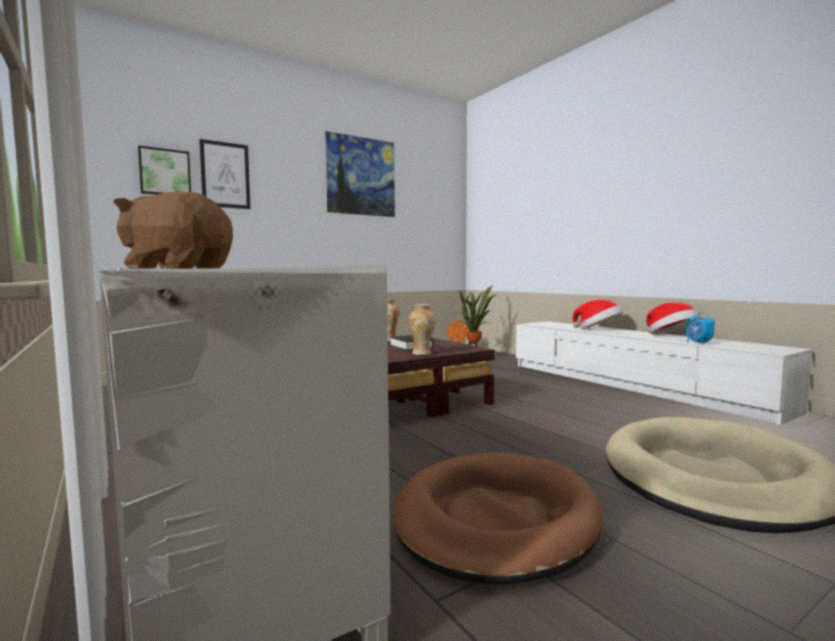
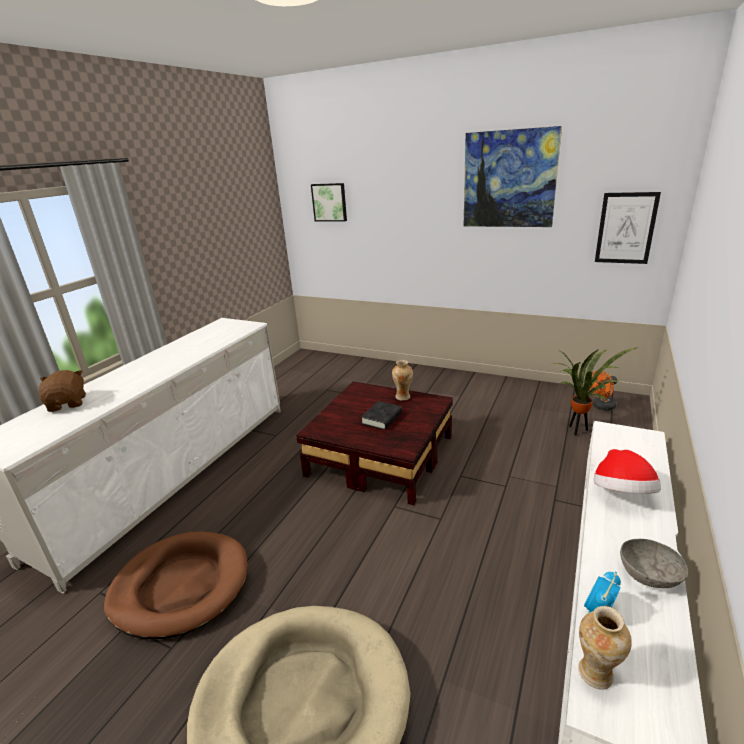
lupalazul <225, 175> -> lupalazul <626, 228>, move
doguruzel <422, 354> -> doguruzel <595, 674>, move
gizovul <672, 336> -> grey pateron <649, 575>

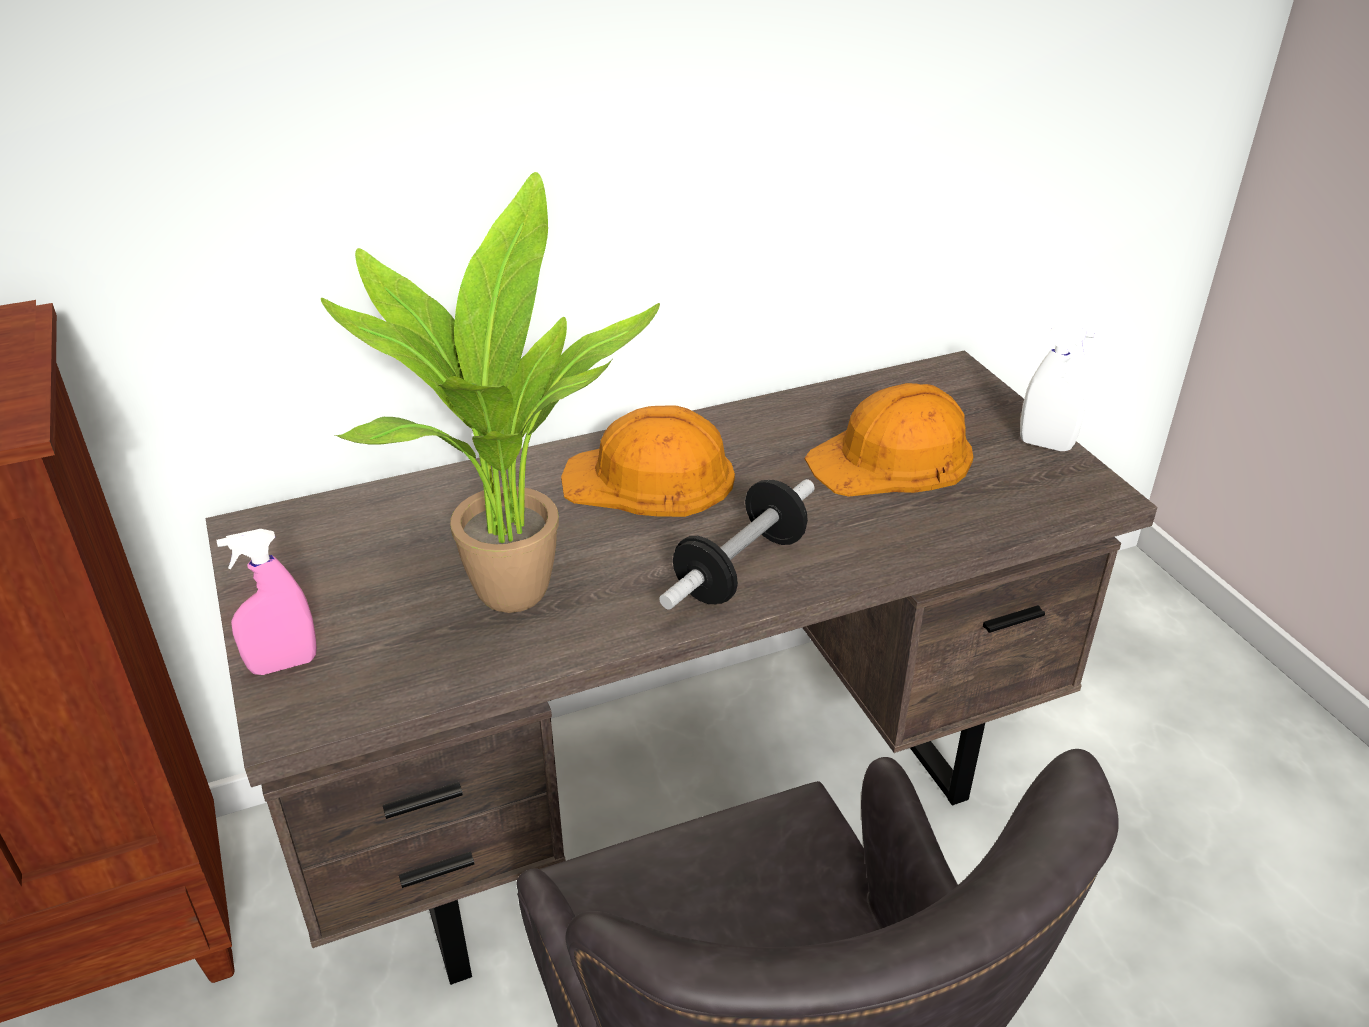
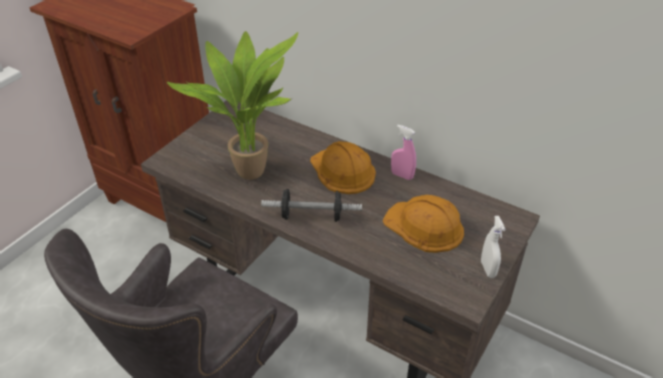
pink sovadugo <283, 664> -> pink sovadugo <402, 175>, move

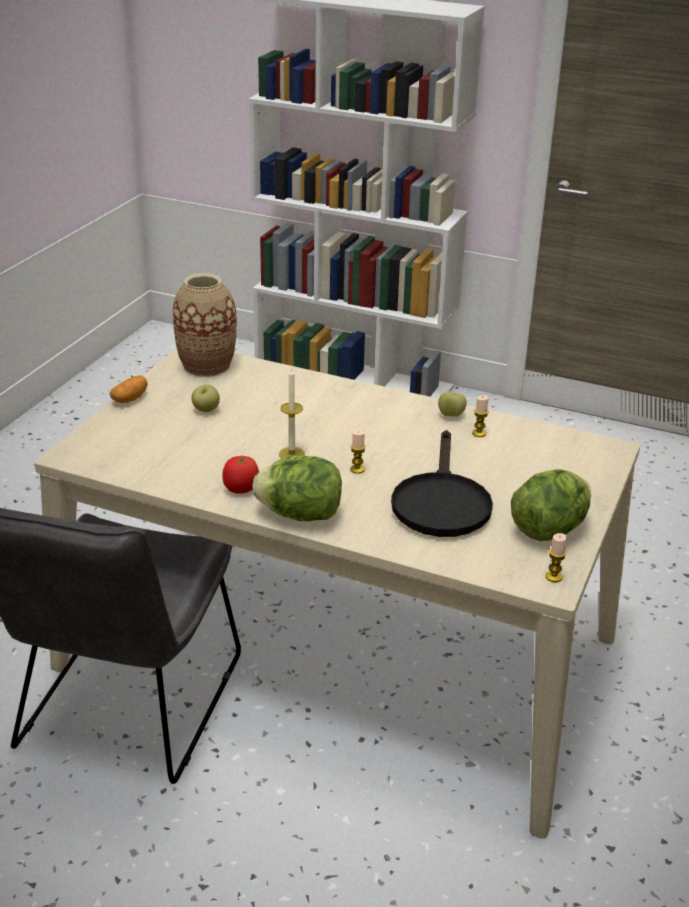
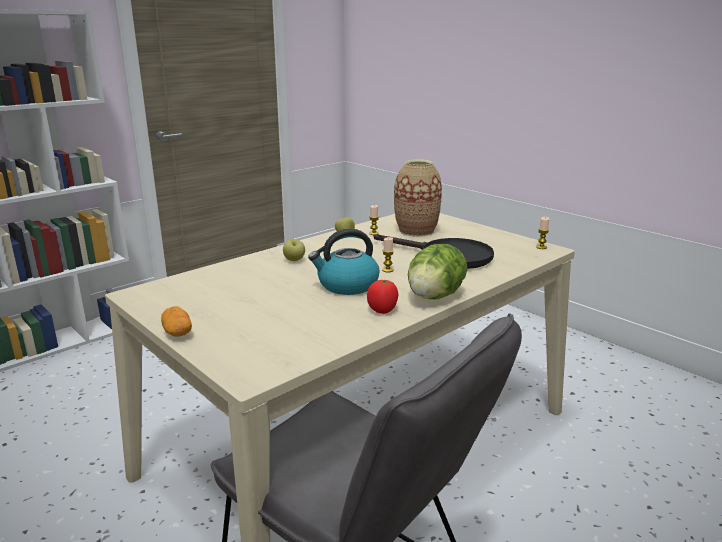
doguruzel <206, 365> -> doguruzel <416, 231>, move
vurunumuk <206, 410> -> vurunumuk <294, 260>, move
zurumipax <291, 454> -> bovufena <347, 285>
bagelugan <549, 530> -> none

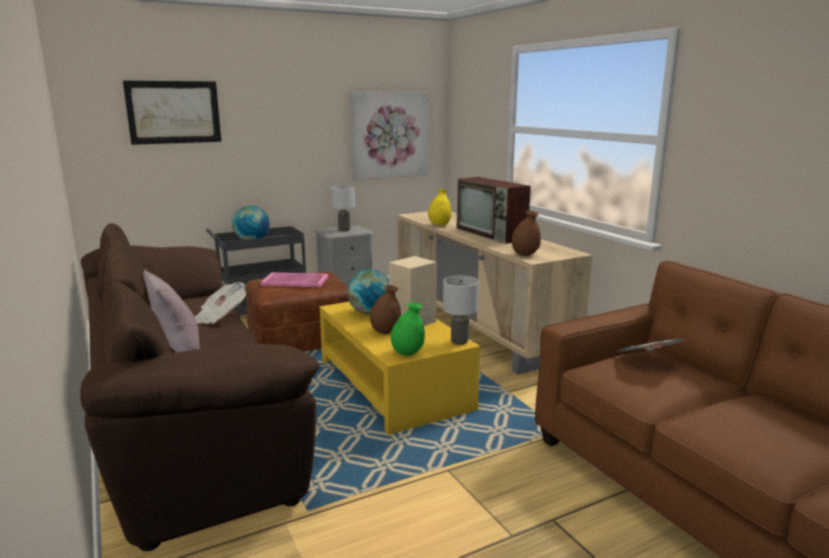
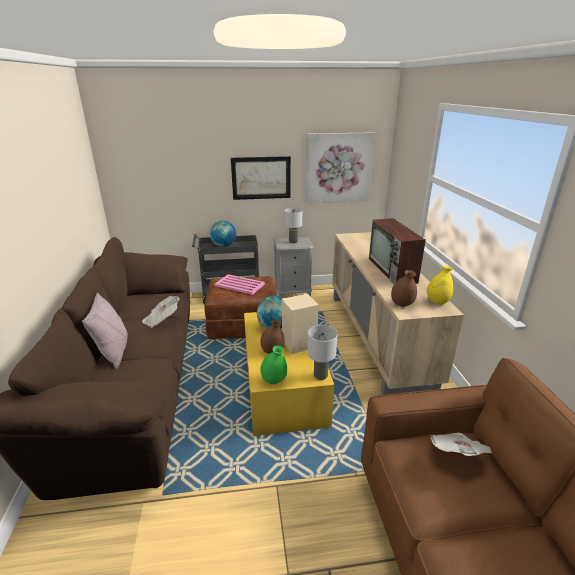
lupalazul <174, 112> -> lupalazul <261, 178>, move
yellow doguruzel <439, 225> -> yellow doguruzel <437, 302>, move

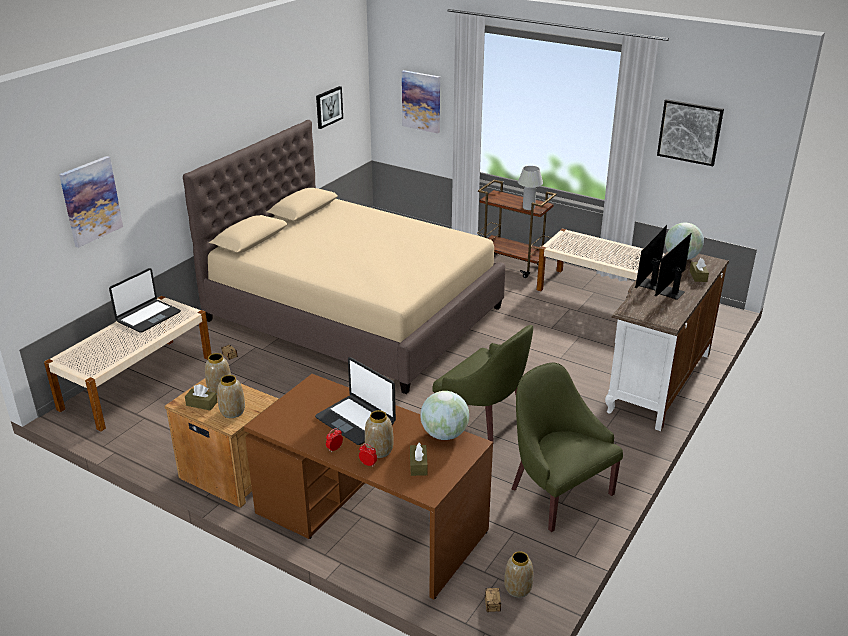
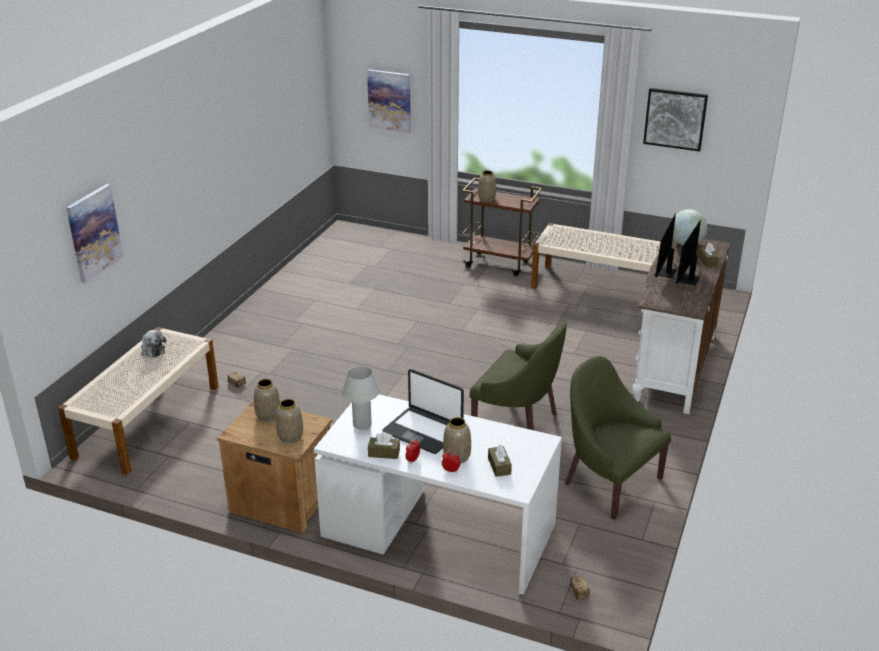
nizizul <148, 316> -> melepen <152, 350>
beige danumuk <354, 313> -> none
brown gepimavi <201, 404> -> brown gepimavi <384, 453>, move
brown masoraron <370, 523> -> white masoraron <438, 532>
lupalazul <328, 107> -> none
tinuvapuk <444, 434> -> none
doguruzel <518, 589> -> doguruzel <487, 198>, move
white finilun <528, 208> -> white finilun <362, 424>, move

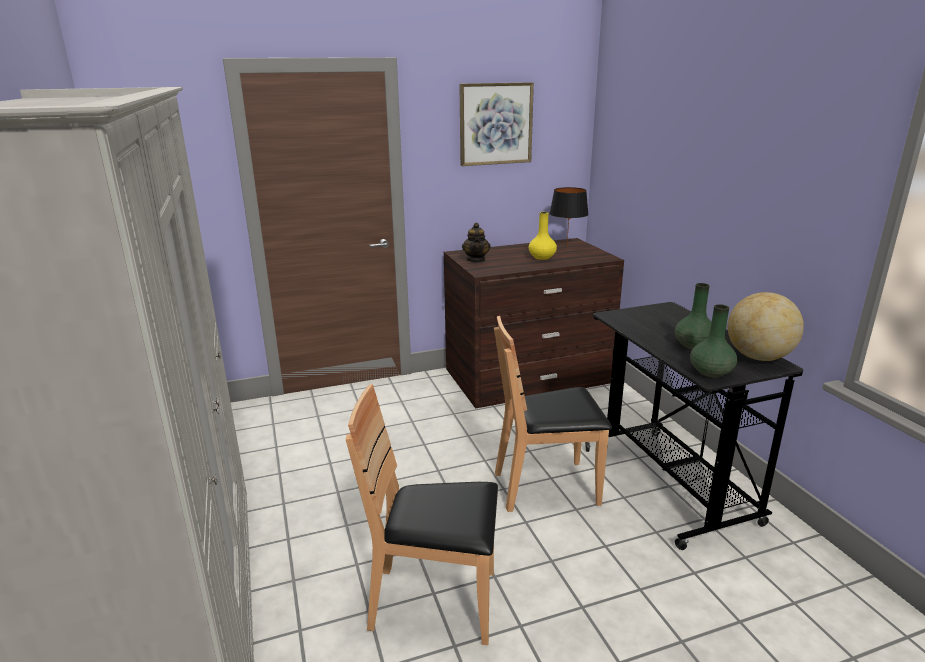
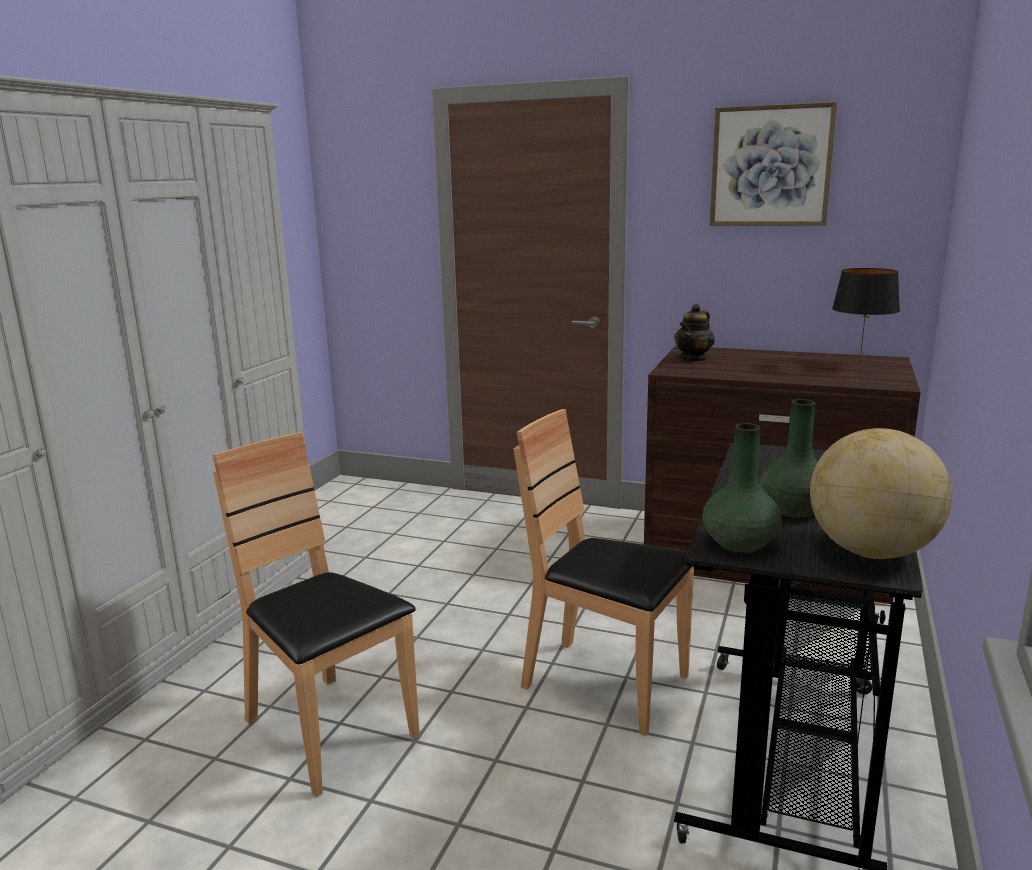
yellow doguruzel <542, 257> -> none

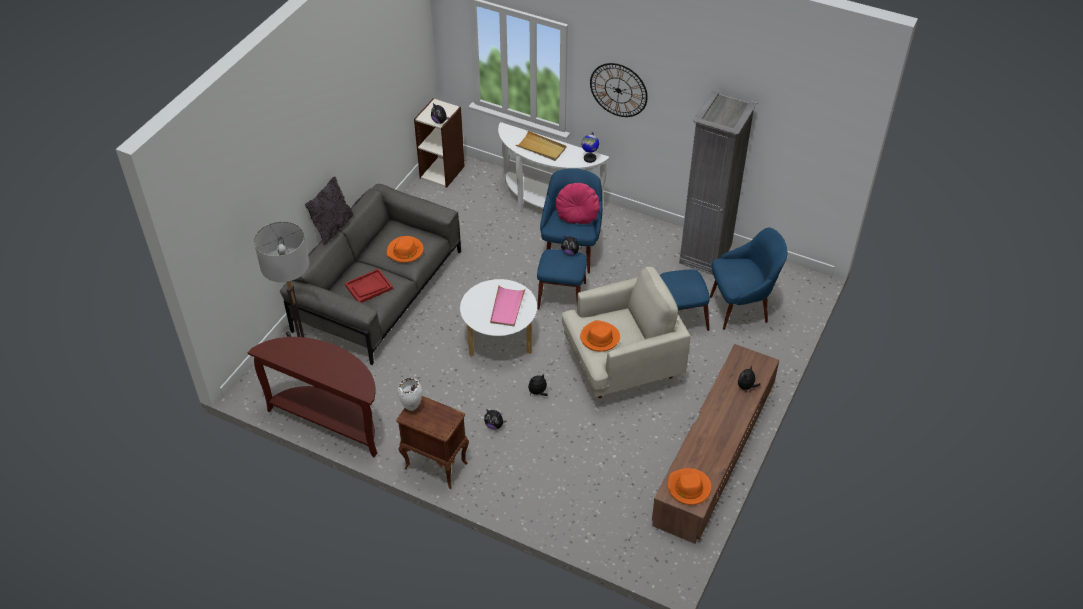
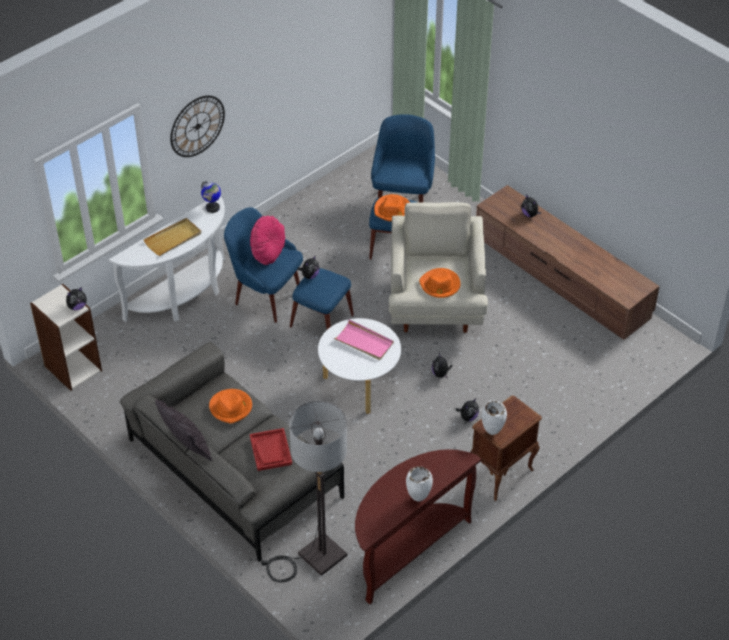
orange gizovul <688, 488> -> orange gizovul <393, 210>, move
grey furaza <705, 255> -> none
none -> white doguruzel <418, 499>

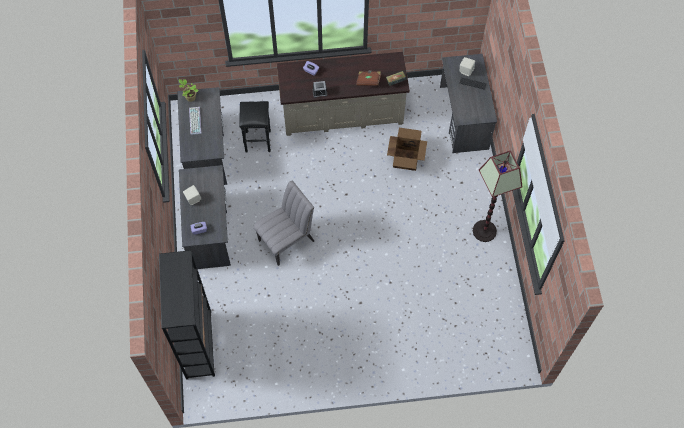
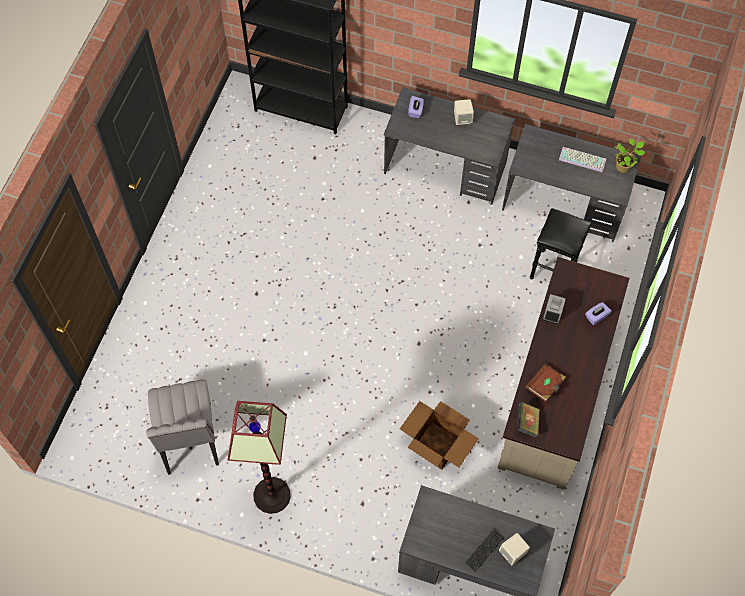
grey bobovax <286, 241> -> grey bobovax <188, 437>, move

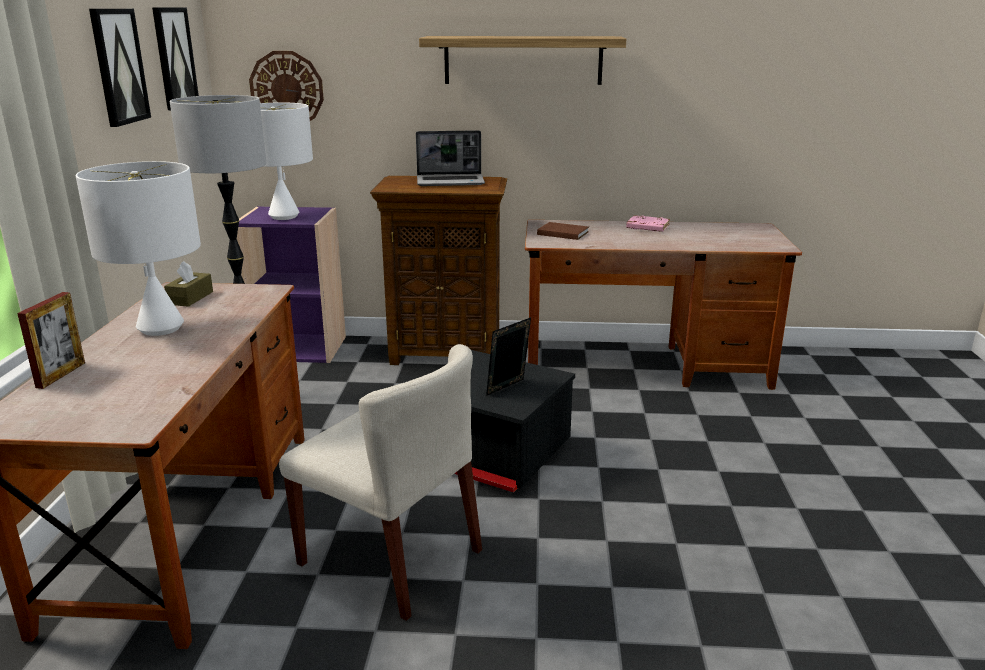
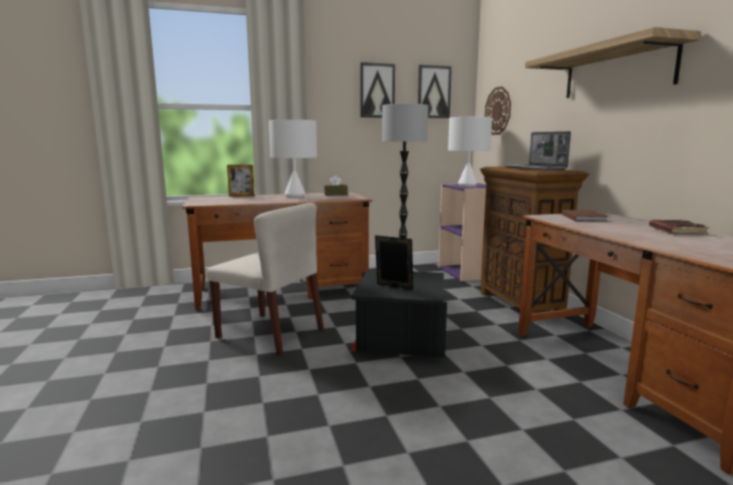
beige bobovax <392, 557> -> beige bobovax <271, 333>, 75 degrees counterclockwise
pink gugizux <647, 227> -> brown gugizux <675, 231>

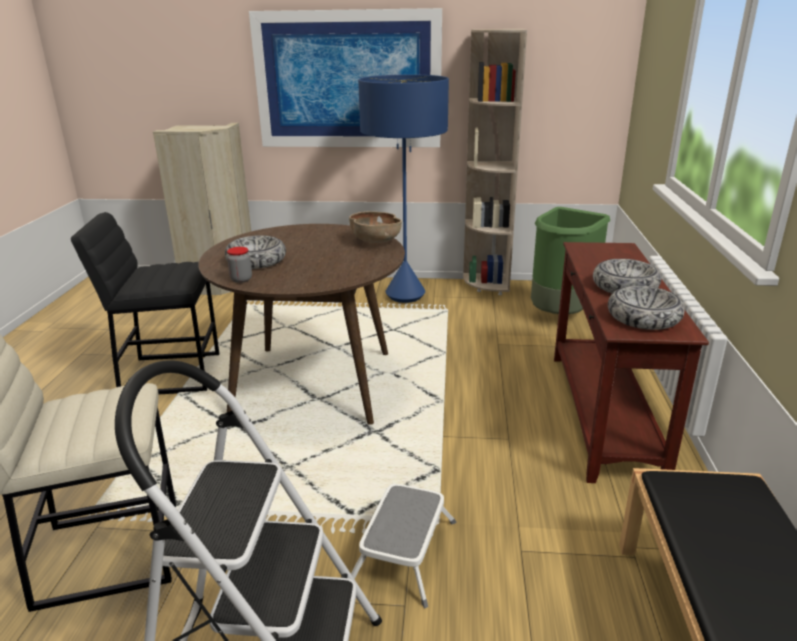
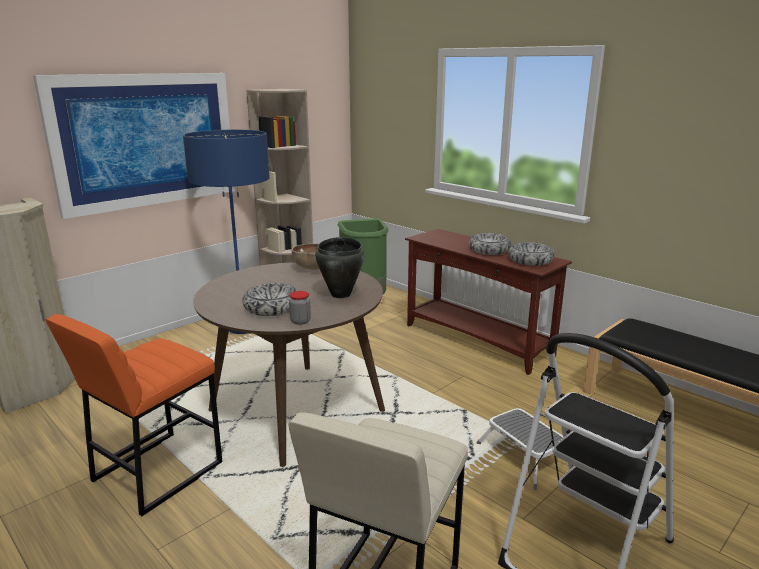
black bobovax <168, 374> -> orange bobovax <155, 473>
none -> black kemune <341, 294>

